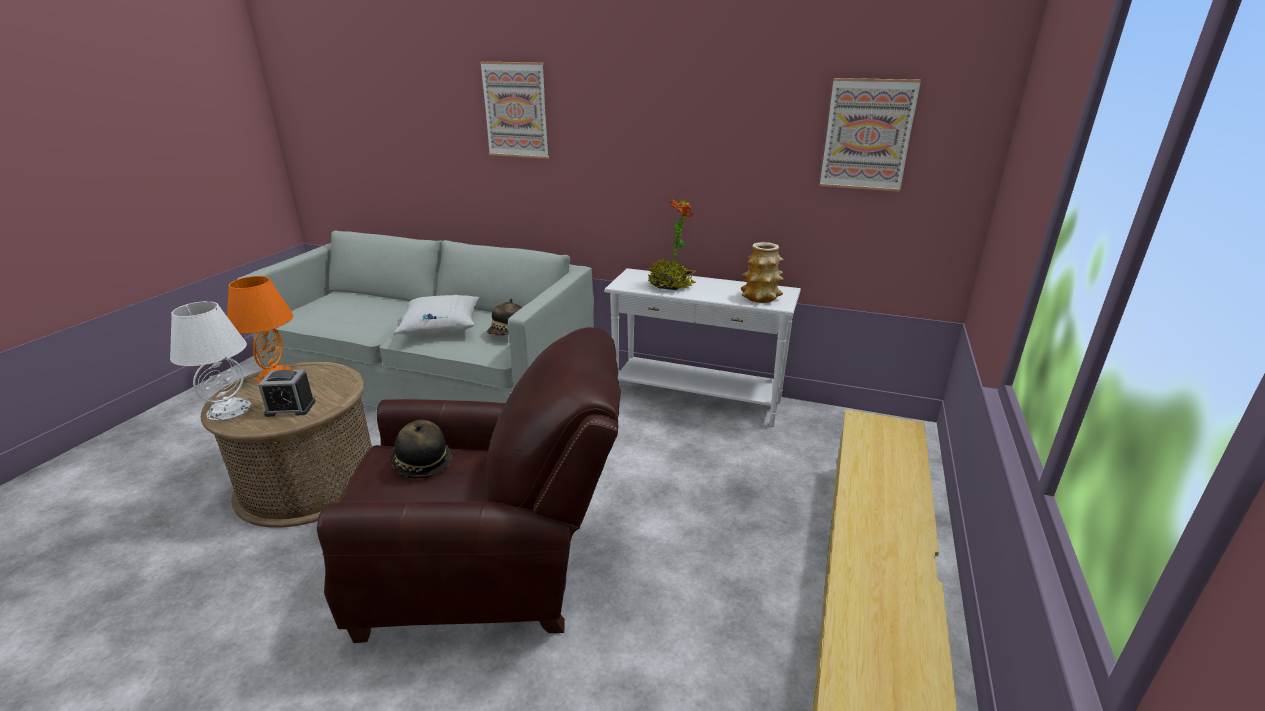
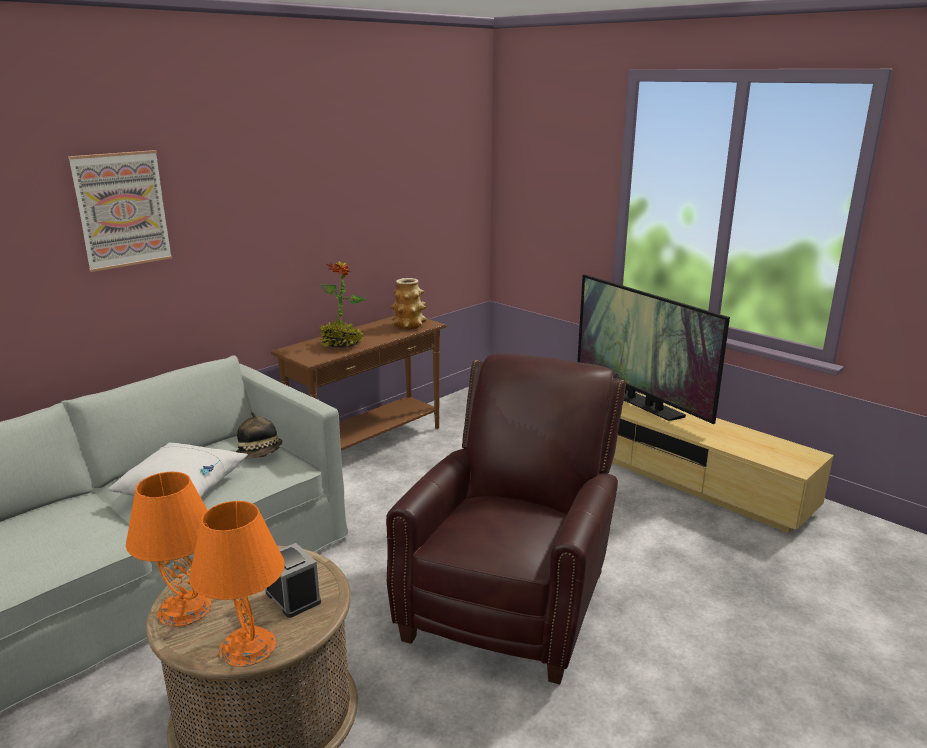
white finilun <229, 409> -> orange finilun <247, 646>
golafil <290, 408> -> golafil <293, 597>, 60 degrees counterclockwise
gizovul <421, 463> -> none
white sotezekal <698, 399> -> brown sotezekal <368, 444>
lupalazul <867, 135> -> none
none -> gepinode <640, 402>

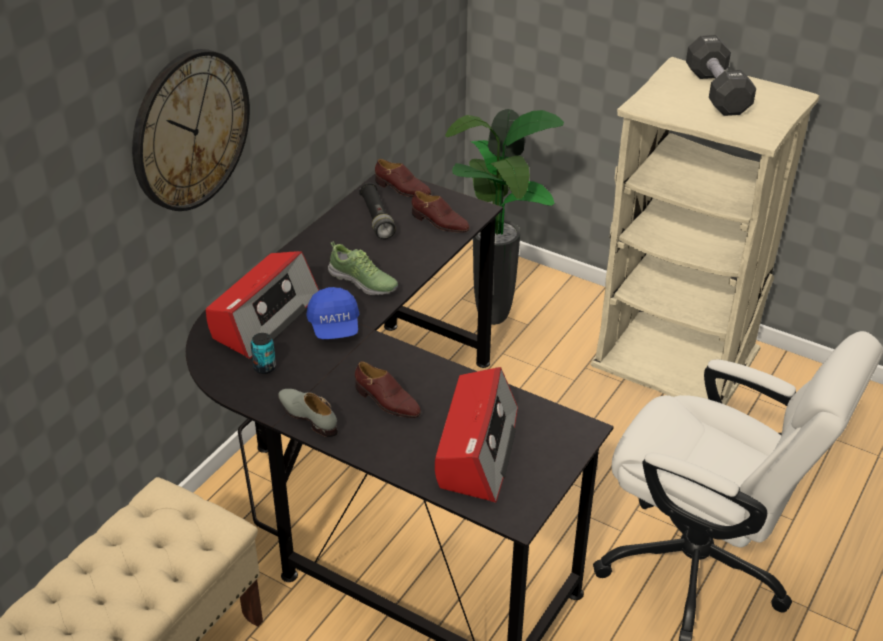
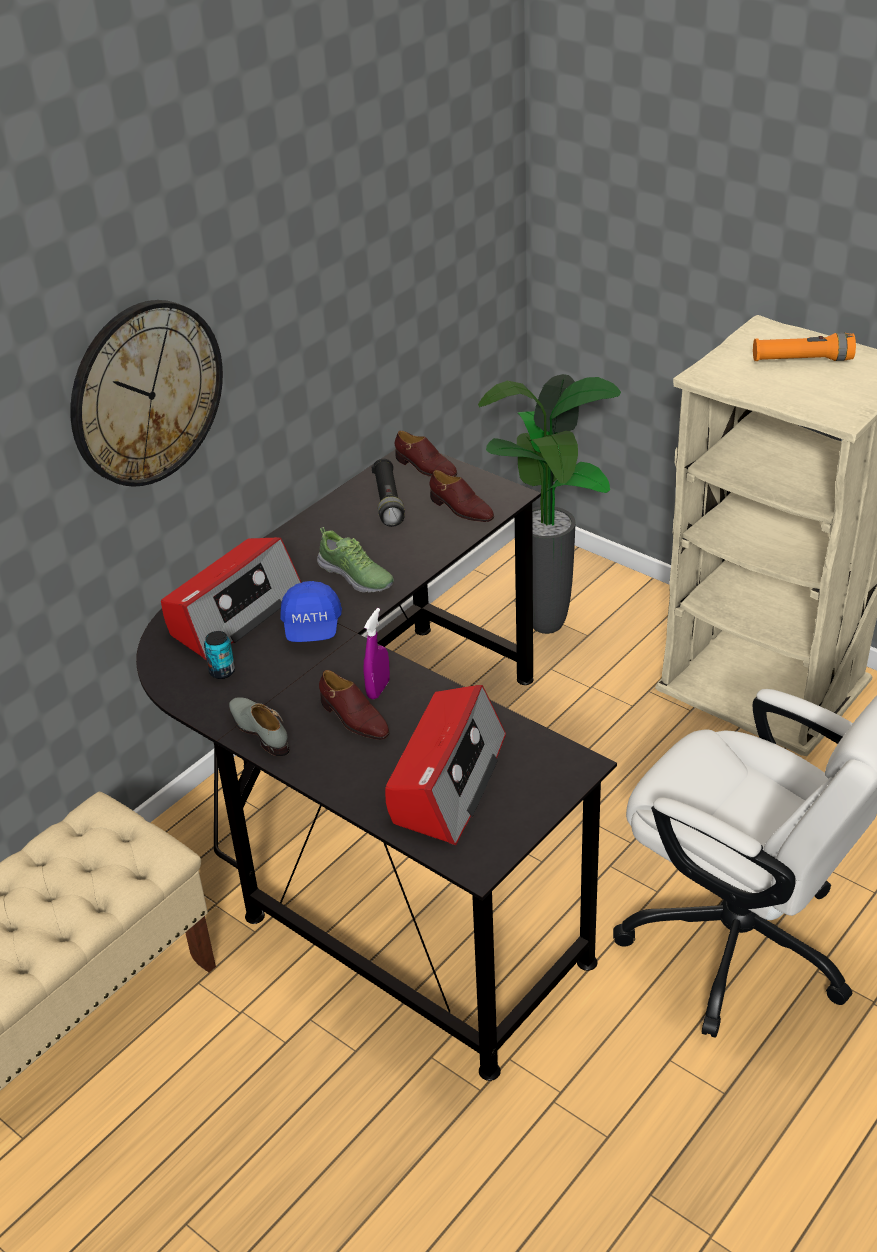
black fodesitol <717, 92> -> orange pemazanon <802, 360>
none -> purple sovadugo <378, 689>

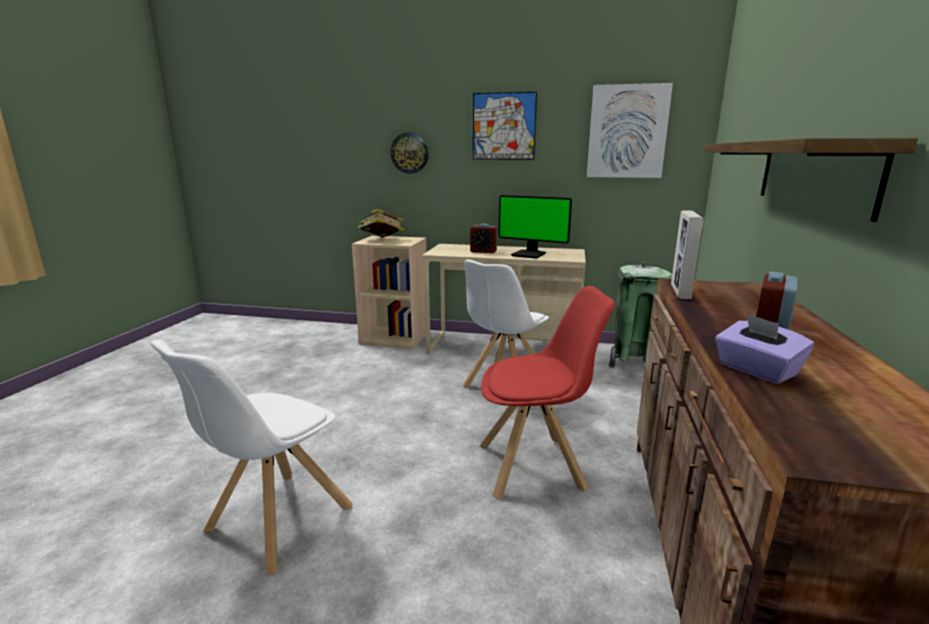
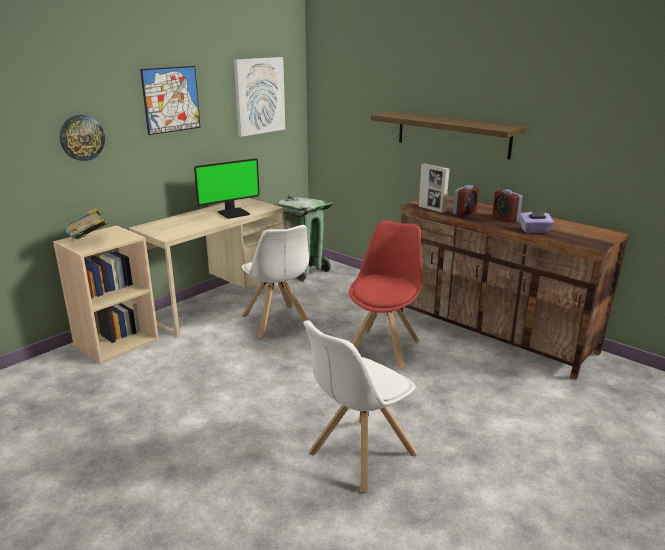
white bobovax <274, 522> -> white bobovax <359, 456>, 75 degrees clockwise
golafil <483, 251> -> golafil <464, 213>, move

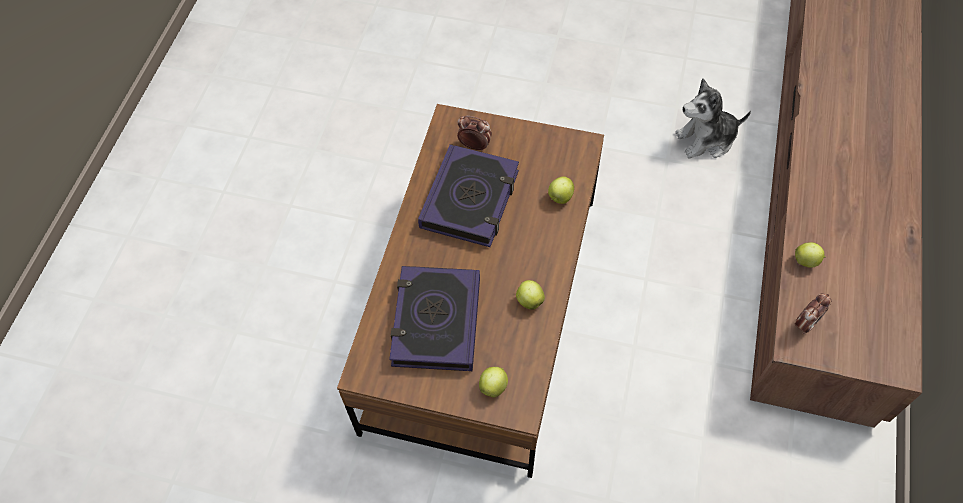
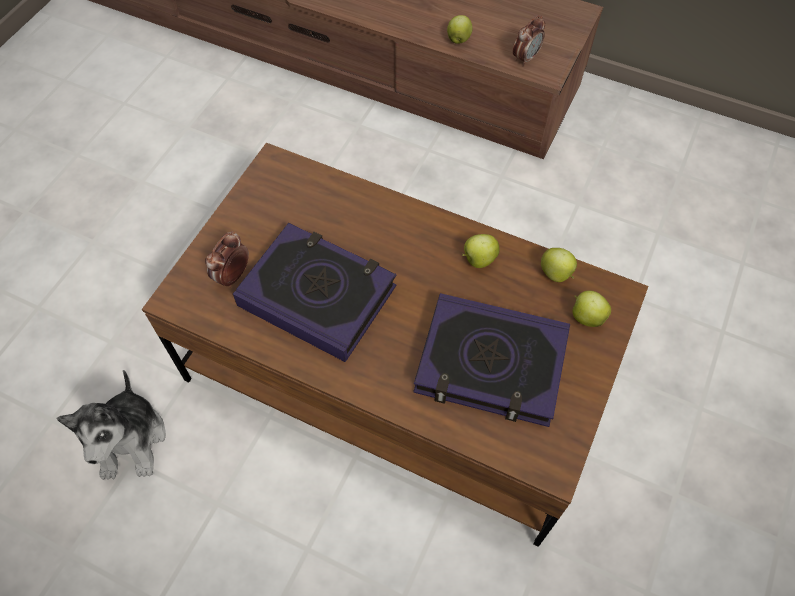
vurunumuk <560, 198> -> vurunumuk <556, 274>, move
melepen <706, 140> -> melepen <131, 440>, move
golafil <805, 323> -> golafil <525, 58>, 75 degrees clockwise

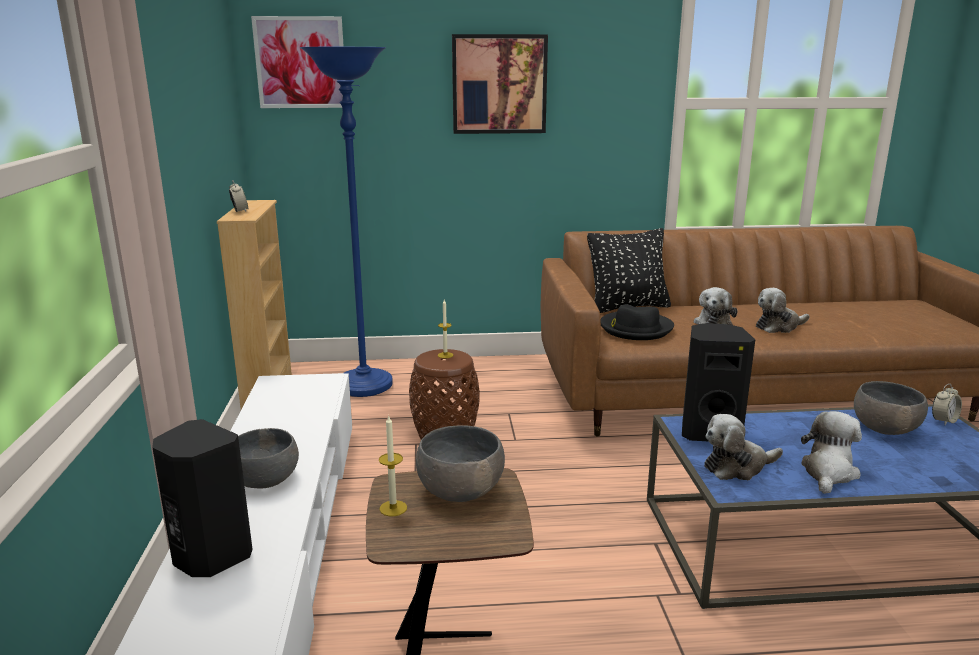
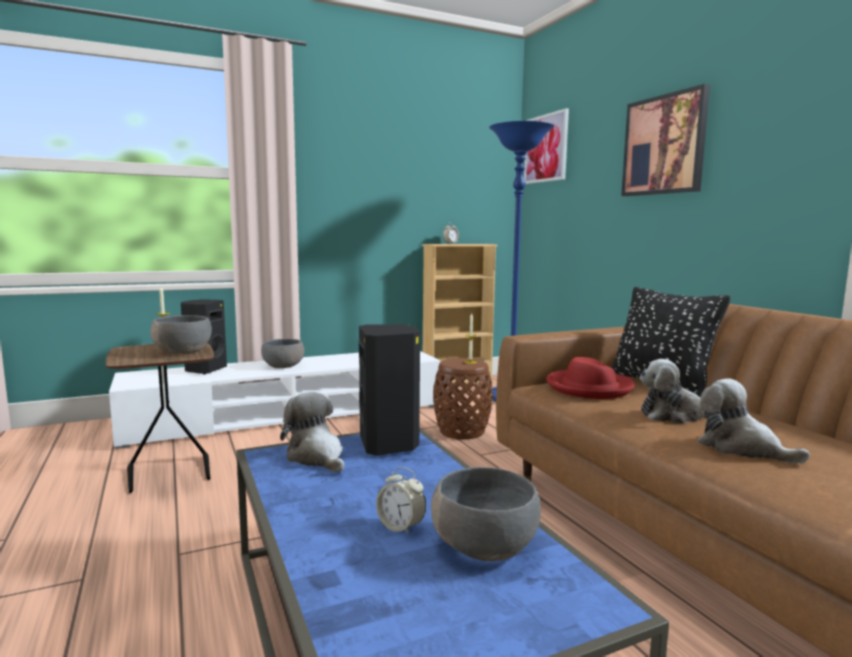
black gizovul <635, 329> -> red gizovul <589, 387>
melepen <828, 472> -> none
golafil <943, 421> -> golafil <401, 527>, move

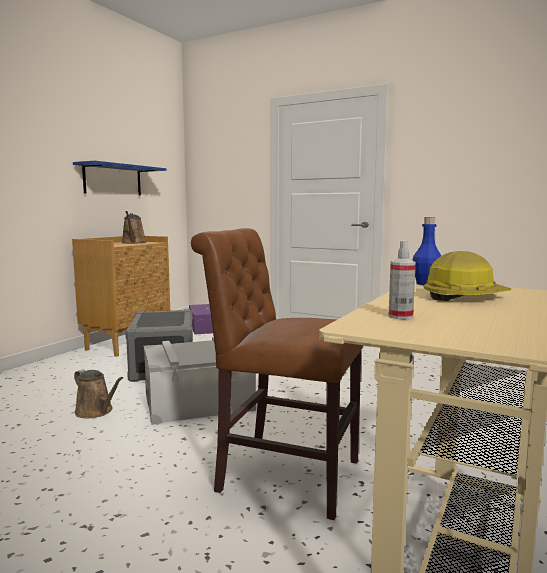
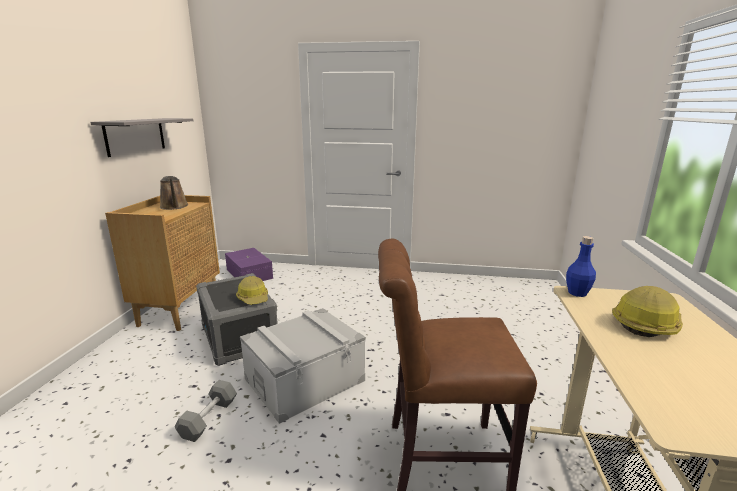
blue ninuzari <113, 180> -> grey ninuzari <135, 136>
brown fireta <96, 411> -> grey fodesitol <209, 418>
sovadugo <400, 316> -> none
none -> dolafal <254, 298>

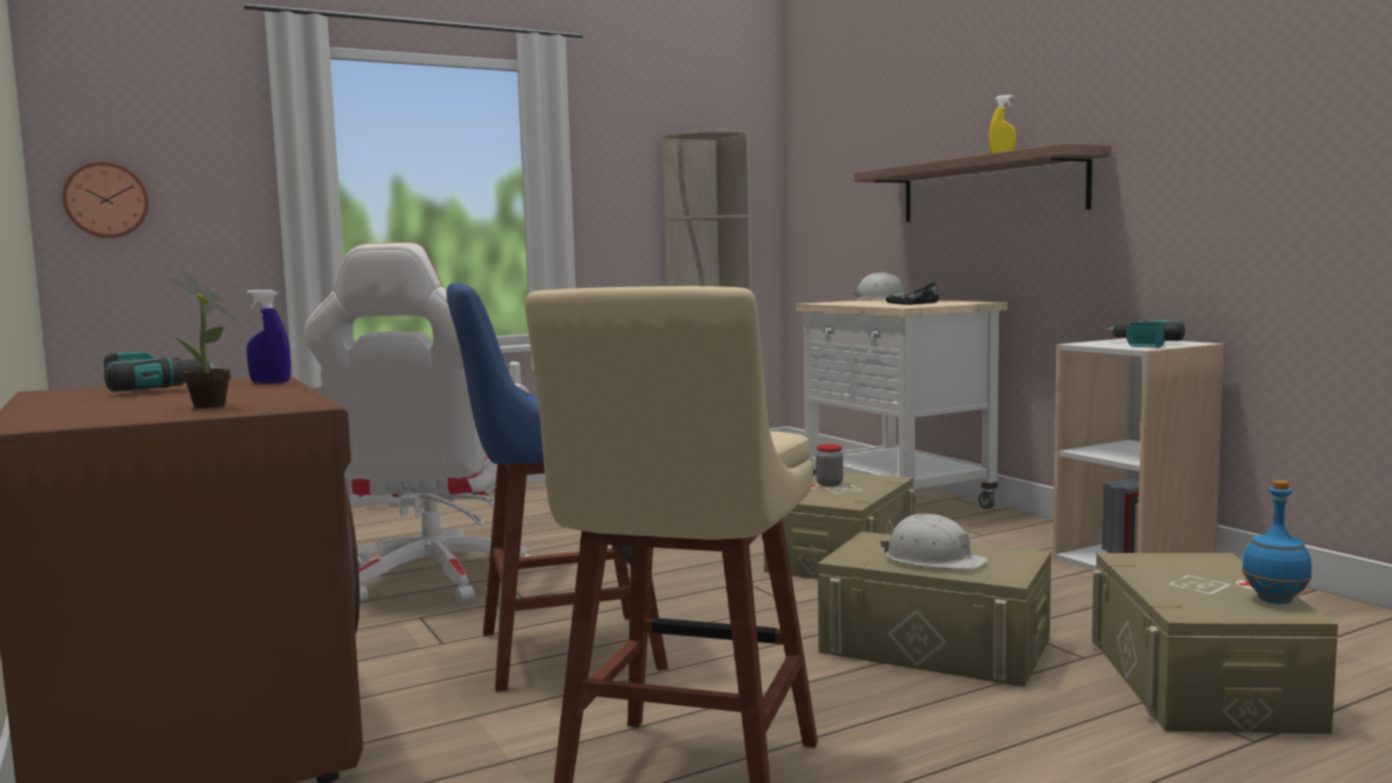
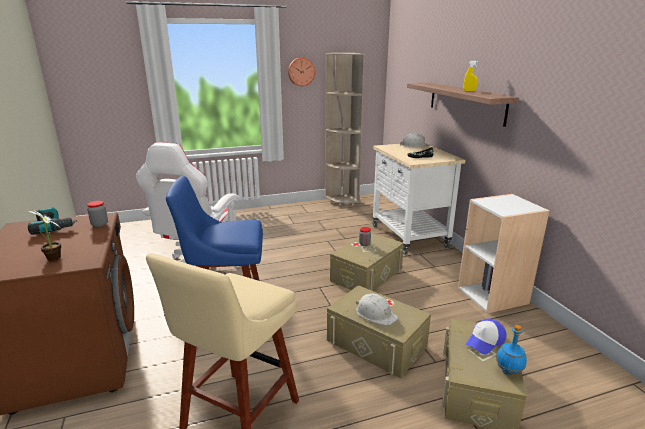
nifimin <106, 200> -> nifimin <301, 71>, move
blue sovadugo <270, 382> -> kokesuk <99, 224>
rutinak <1142, 344> -> none
none -> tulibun <485, 341>

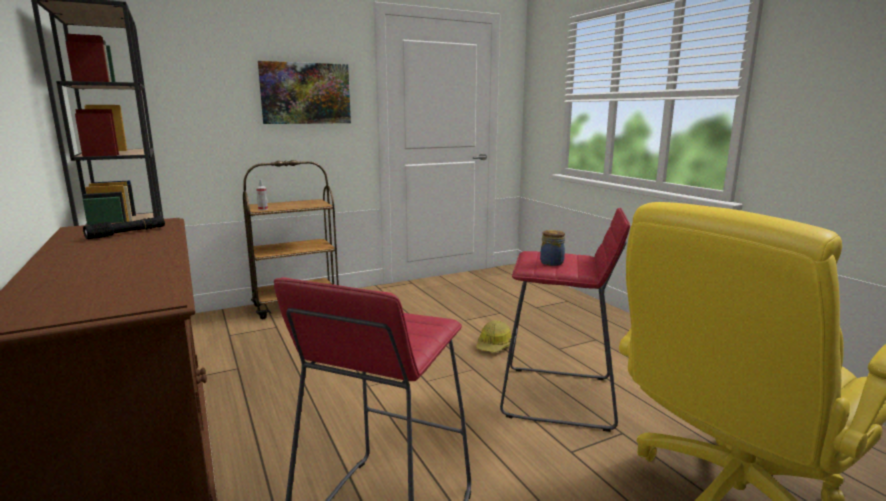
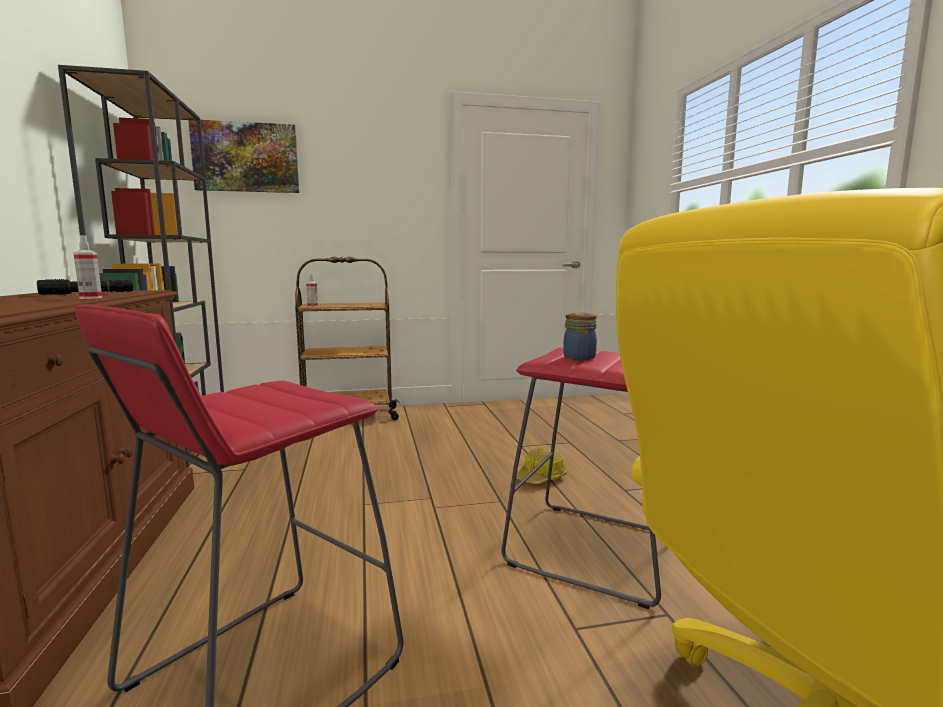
lupalazul <305, 93> -> lupalazul <246, 157>, move
none -> sovadugo <91, 298>

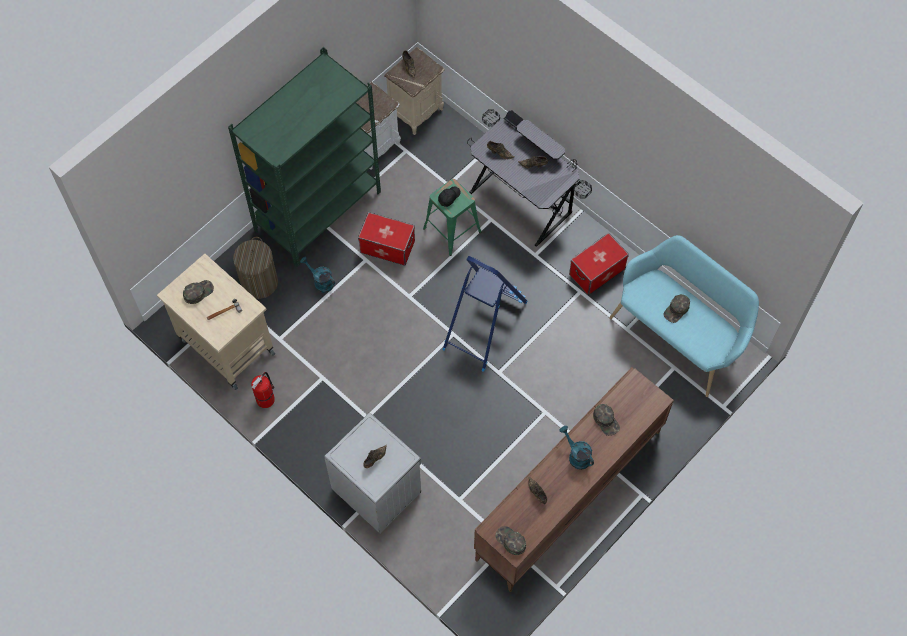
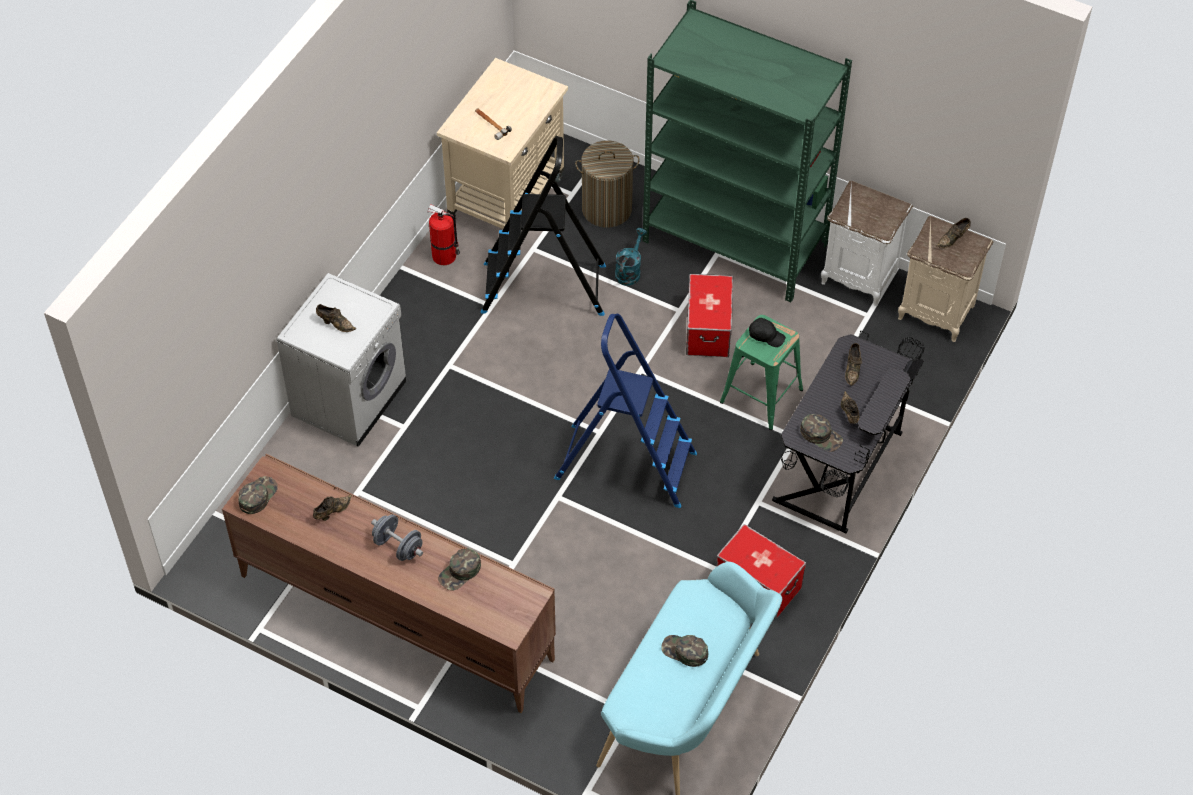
green tulibun <198, 292> -> green tulibun <821, 435>, move
turquoise fireta <576, 455> -> grey fodesitol <398, 546>
none -> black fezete <542, 289>

